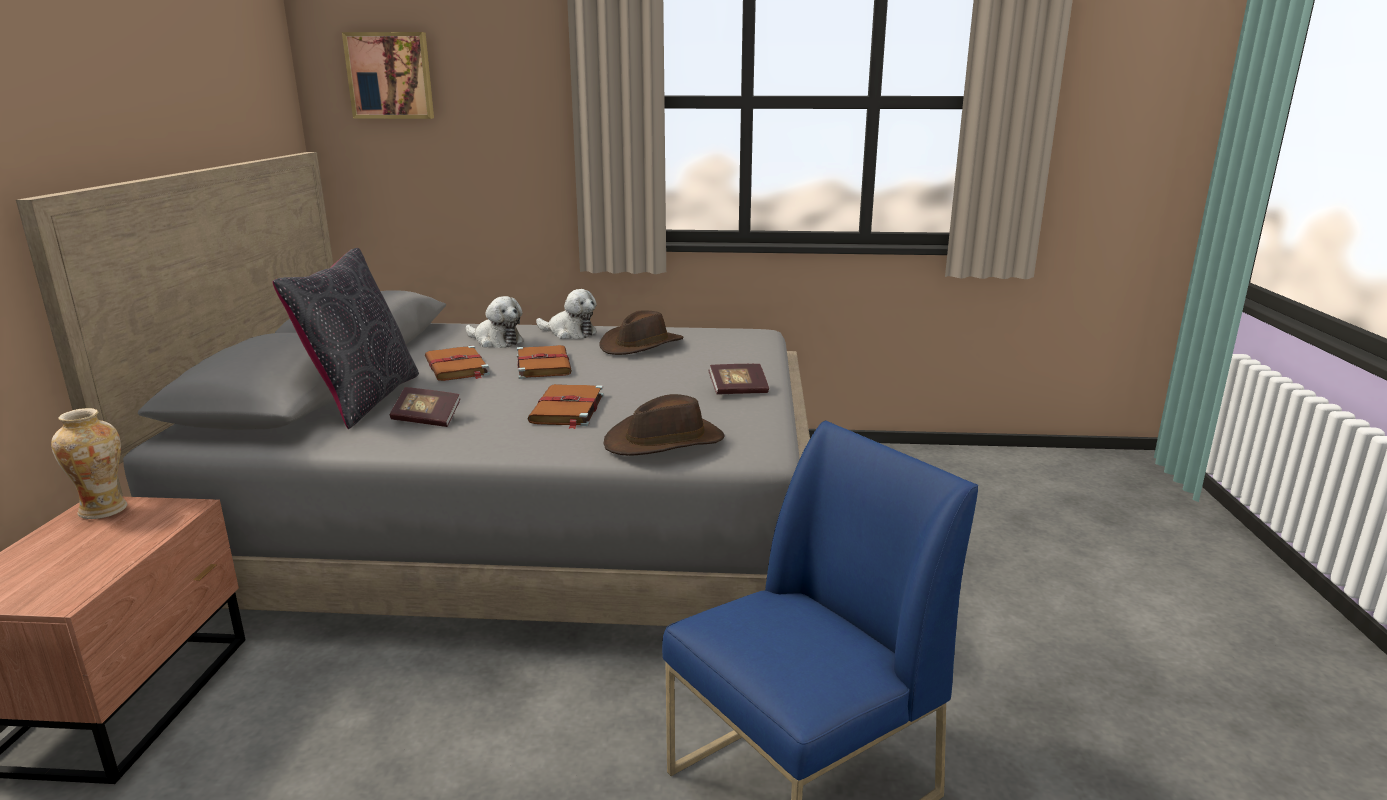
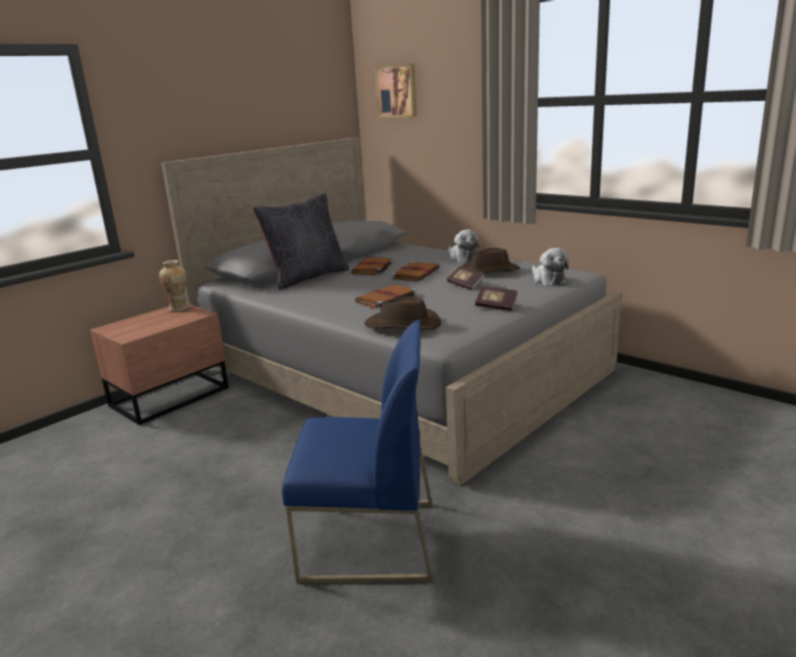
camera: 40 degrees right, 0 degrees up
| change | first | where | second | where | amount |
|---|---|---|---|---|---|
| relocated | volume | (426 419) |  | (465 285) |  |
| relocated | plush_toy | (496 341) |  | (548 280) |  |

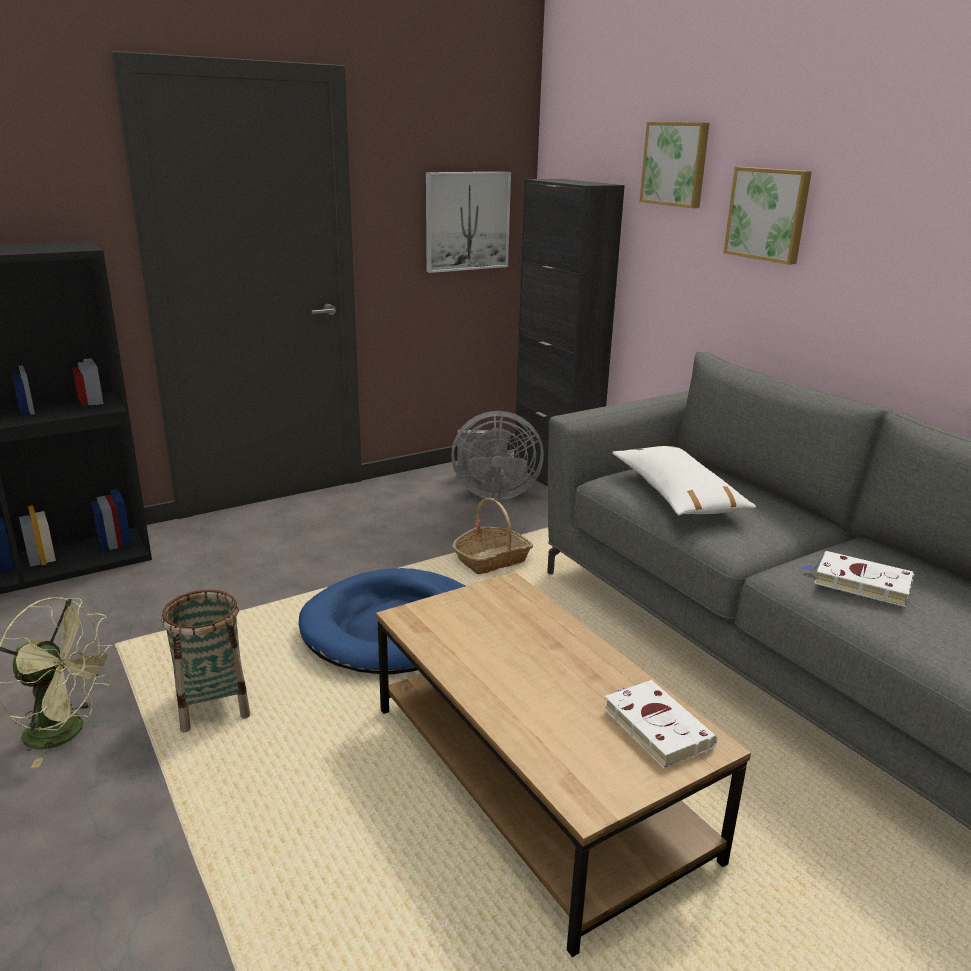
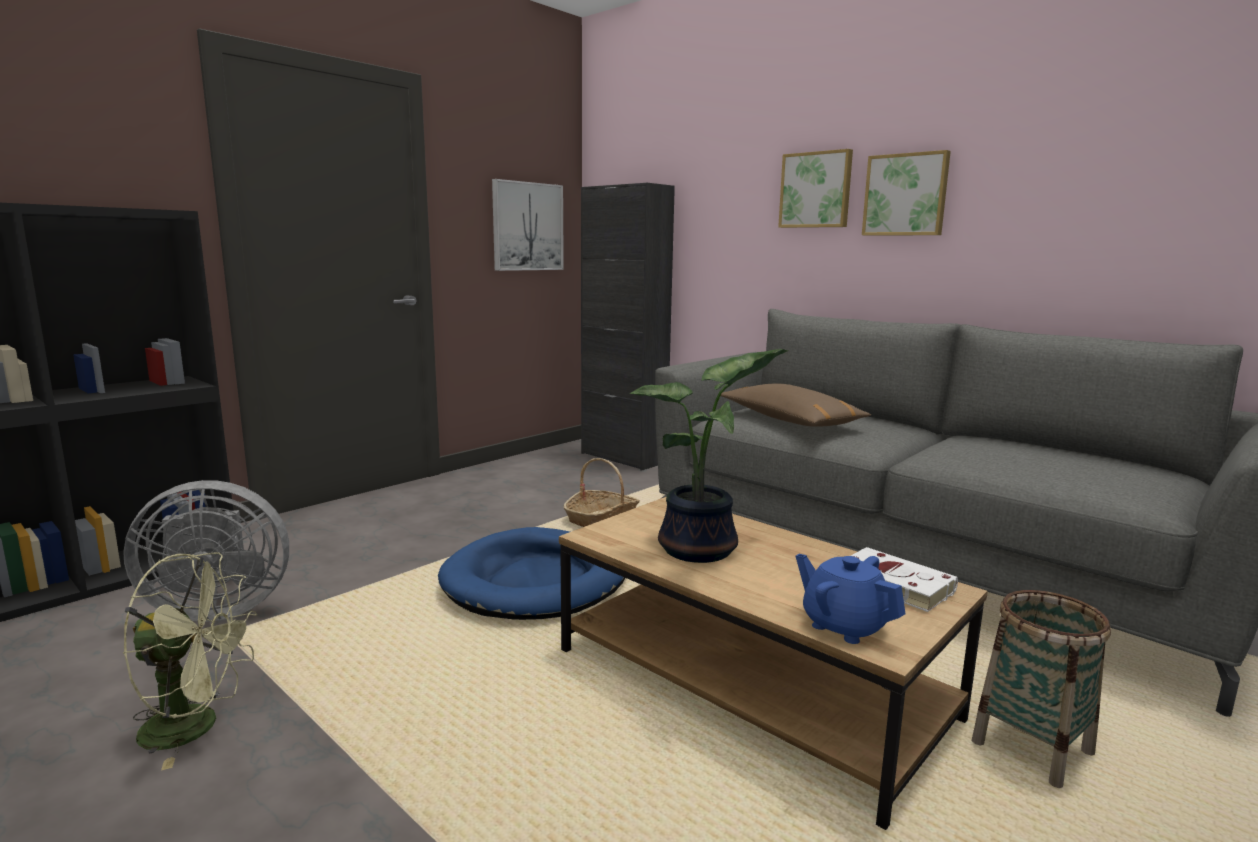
camera: 15 degrees left, 10 degrees down
| change | first | where | second | where | amount |
|---|---|---|---|---|---|
| relocated | gray_fan | (492 493) |  | (217 609) |  |
| appeared |  |  | potted_plant | (702 550) |  |
| colour | whitish_cushion | (676 495) | brown_cushion | (789 420) |  |
| appeared |  |  | blue-coloured_tea_pot | (844 626) |  |
| relocated | wall_picture | (676 164) |  | (906 195) |  |
| relocated | storage_basket | (213 706) |  | (1032 747) |  |
| missing | whitish_volume | (859 583) |  |  |  |

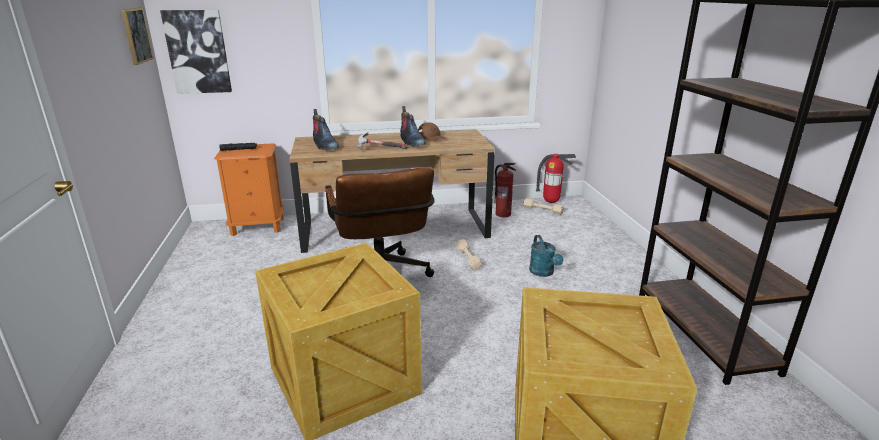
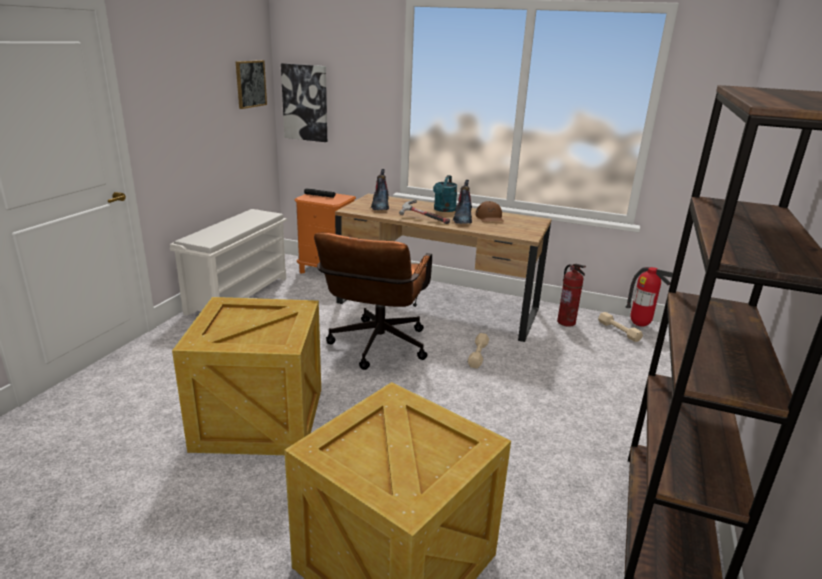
camera: 30 degrees right, 0 degrees up
| change | first | where | second | where | amount |
|---|---|---|---|---|---|
| appeared |  |  | whitish_shoe_rack | (238 294) |  |
| relocated | turquoise_watering_can | (543 273) |  | (443 210) |  |

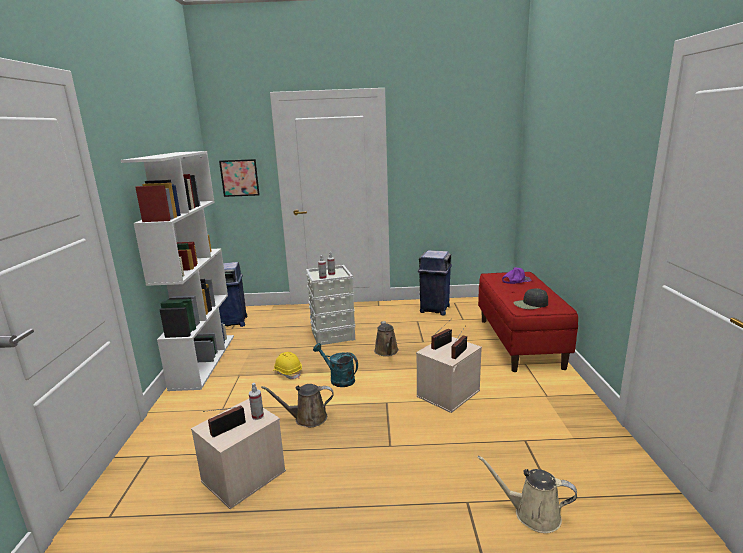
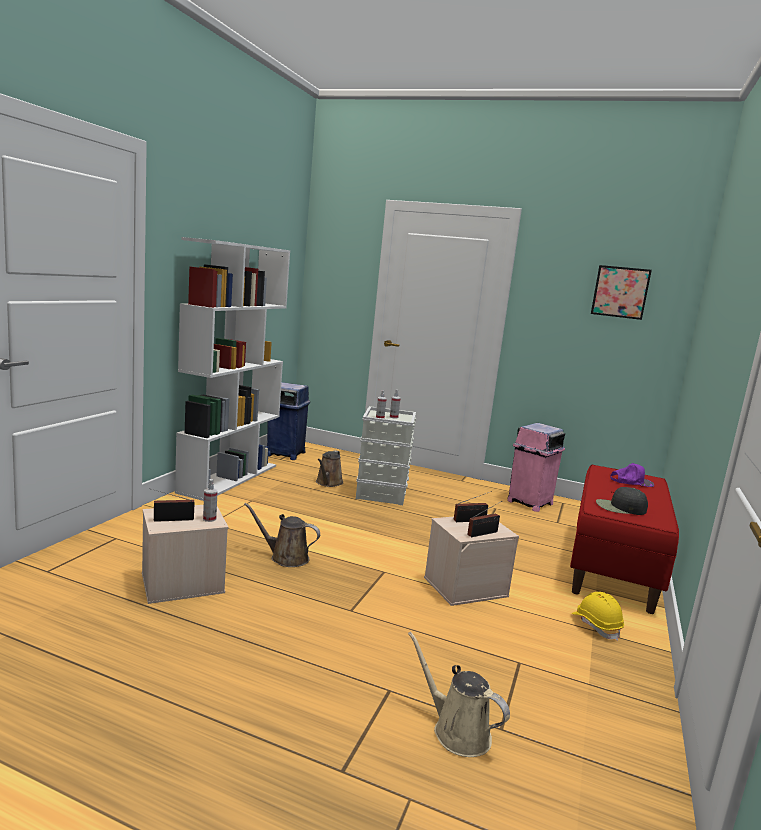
camera: 20 degrees right, 5 degrees down
| change | first | where | second | where | amount |
|---|---|---|---|---|---|
| relocated | brown_watering_can | (387 351) |  | (328 483) |  |
| colour | blue-coloured_waste_bin | (434 309) | pink-coloured_waste_bin | (529 503) |  |
| relocated | yellow-coloured_hard_hat | (287 372) |  | (596 625) |  |
| relocated | wall_picture | (239 178) |  | (620 292) |  |
| missing | turquoise_watering_can | (338 379) |  |  |  |

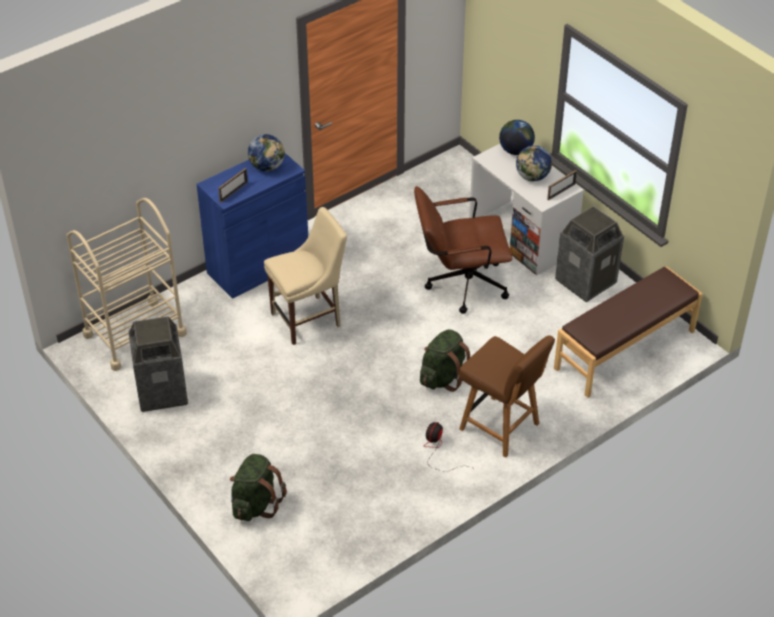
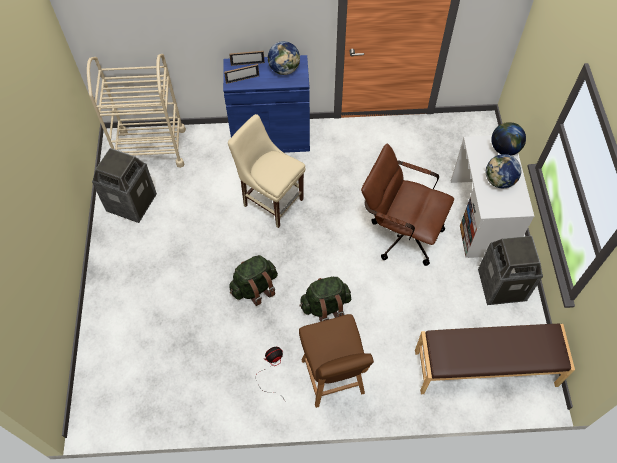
camera: 35 degrees right, 15 degrees up
| change | first | where | second | where | amount |
|---|---|---|---|---|---|
| spun | beige_upright_chair | (309 319) |  | (271 200) | 150 degrees counterclockwise |
| relocated | standing_frame | (561 192) |  | (247 63) |  |
| relocated | green_rucksack | (256 504) |  | (255 287) |  |

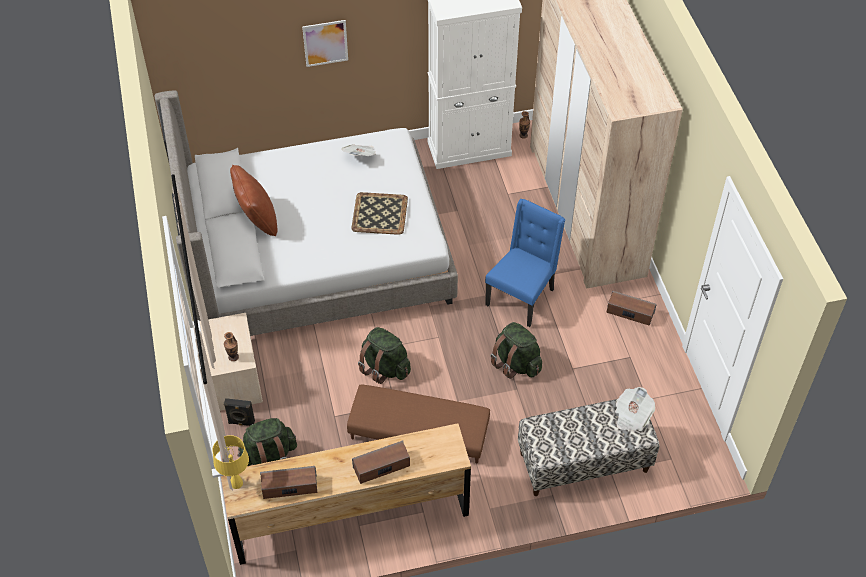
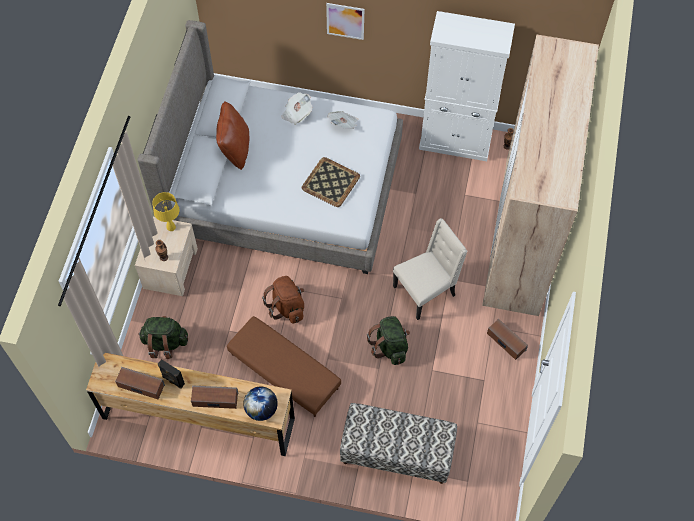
camera: 25 degrees right, 10 degrees up
| change | first | where | second | where | amount |
|---|---|---|---|---|---|
| relocated | yellow-coloured_table_lamp | (237 483) |  | (171 227) |  |
| relocated | black_audio_speaker | (241 423) |  | (173 381) |  |
| appeared |  |  | globe | (261 409) |  |
| colour | green_rucksack | (384 367) | brown_rucksack | (287 306) |  |
| relocated | daily_paper | (631 416) |  | (296 113) |  |
| colour | blue-coloured_upright_chair | (521 297) | beige_upright_chair | (425 291) |  |

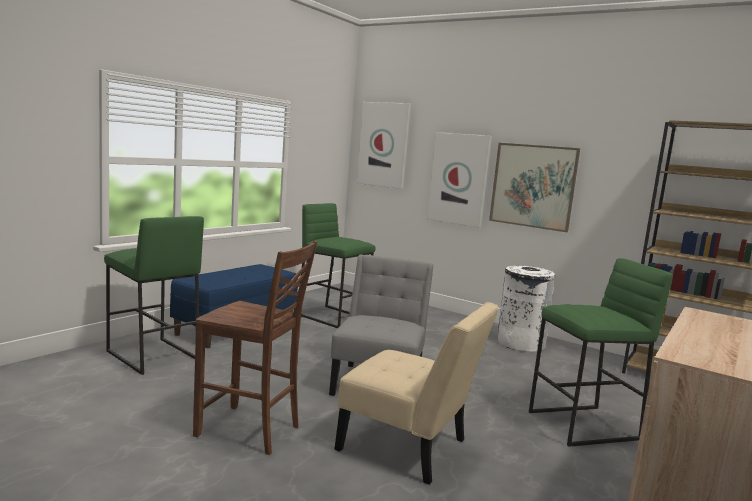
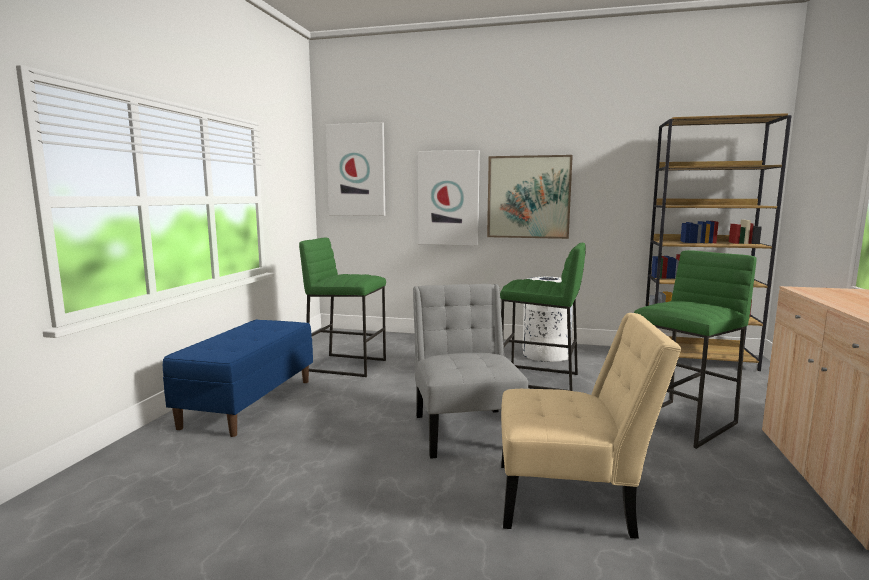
camera: 20 degrees left, 0 degrees up
| change | first | where | second | where | amount |
|---|---|---|---|---|---|
| relocated | green_sitting_stool | (151 355) |  | (539 379) |  |
| missing | brown_upright_chair | (250 431) |  |  |  |

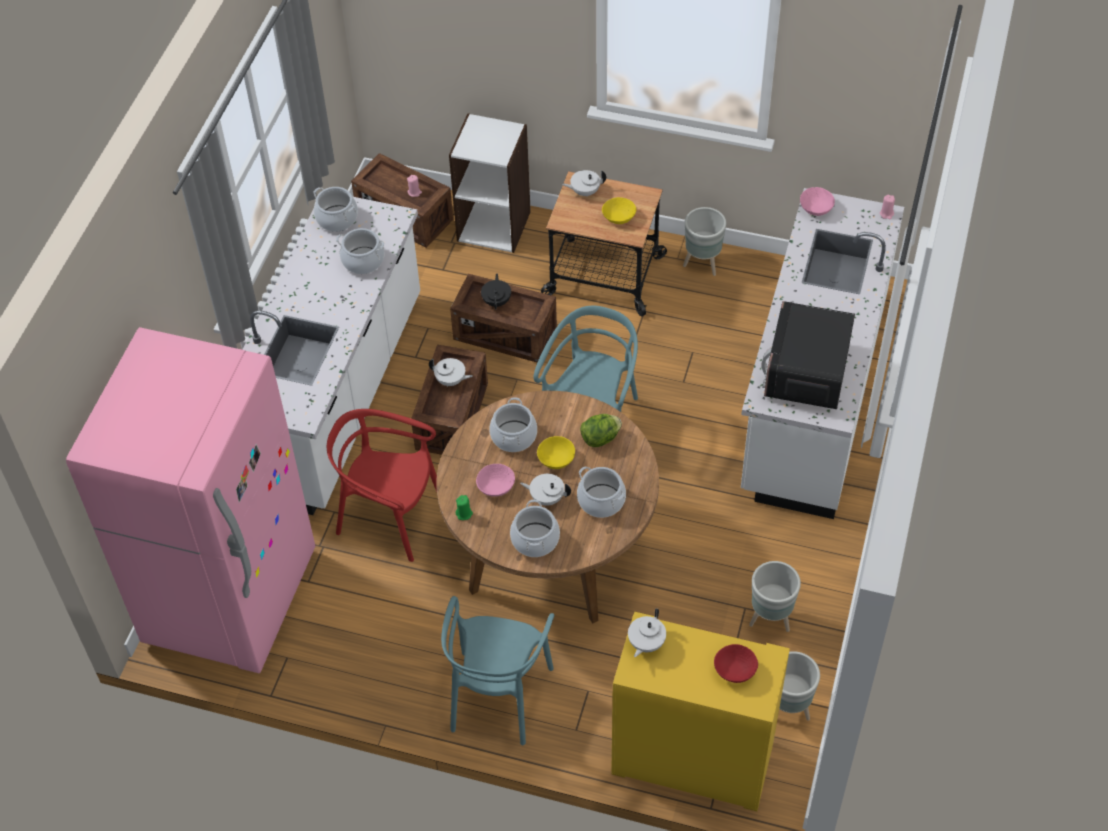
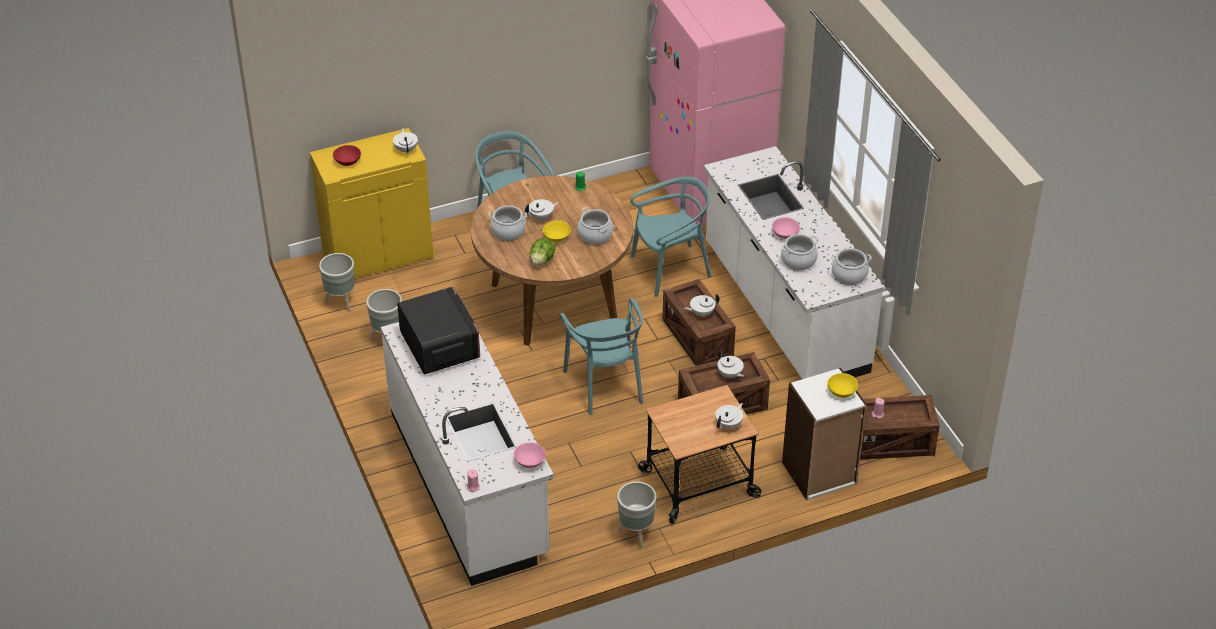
camera: 140 degrees right, 10 degrees down
| change | first | where | second | where | amount |
|---|---|---|---|---|---|
| colour | reddish_upright_chair | (389 516) | turquoise_upright_chair | (670 269) |  |
| colour | black_tea_pot | (497 301) | whitish_tea_pot | (730 375) |  |
| relocated | pink-coloured_serving_bowl | (496 487) |  | (784 234) |  |
| relocated | yellow-coloured_serving_bowl | (619 218) |  | (841 391) |  |
| missing | saucepot | (535 540) |  |  |  |

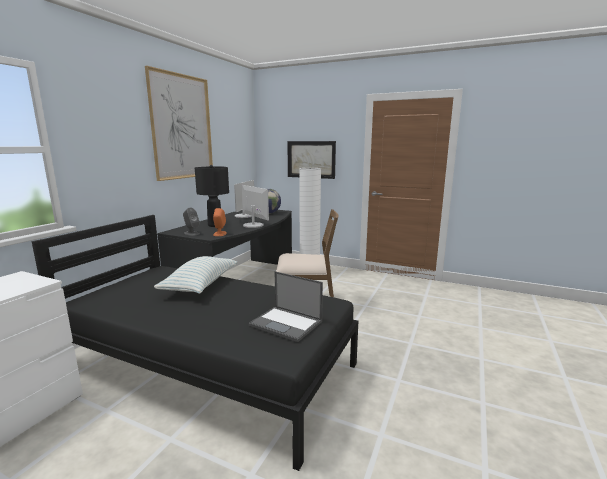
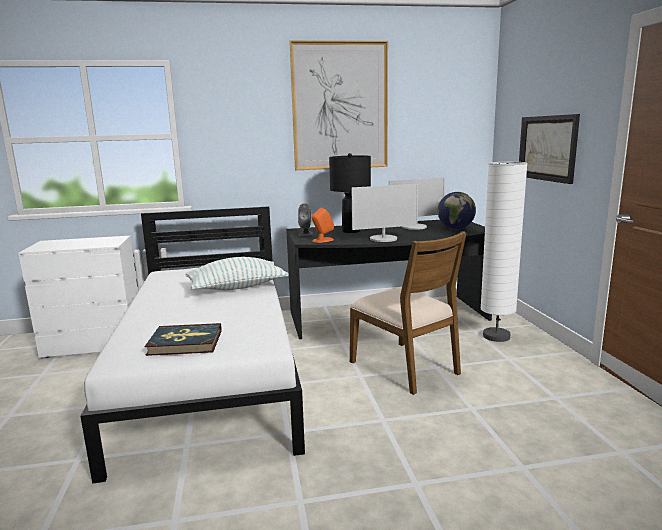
camera: 55 degrees right, 0 degrees up
| change | first | where | second | where | amount |
|---|---|---|---|---|---|
| colour | black_bed | (209 366) | whitish_bed | (212 375) |  |
| exchanged | laptop | (287 323) | volume | (185 342) |  |
| spun | computer_screen | (253 225) |  | (383 239) | 60 degrees clockwise |

